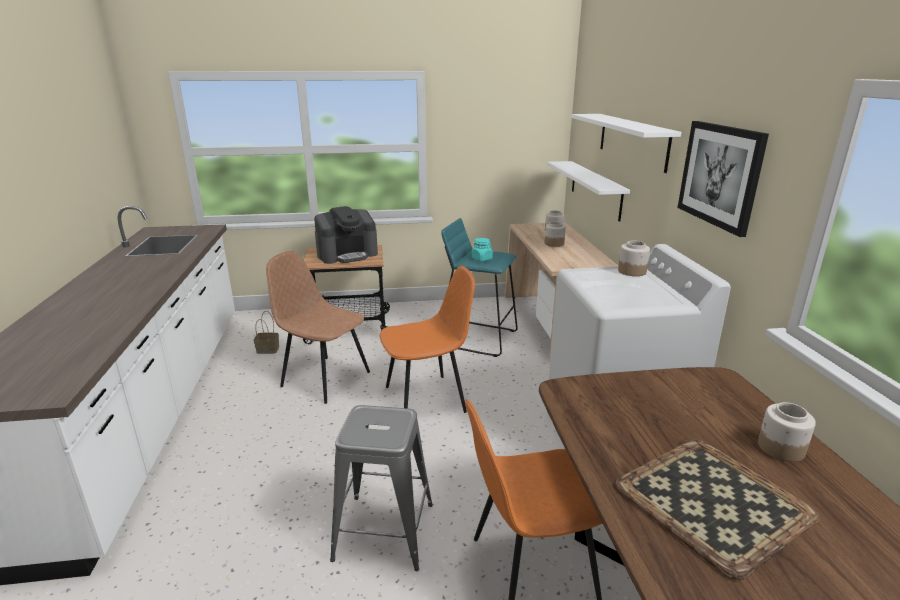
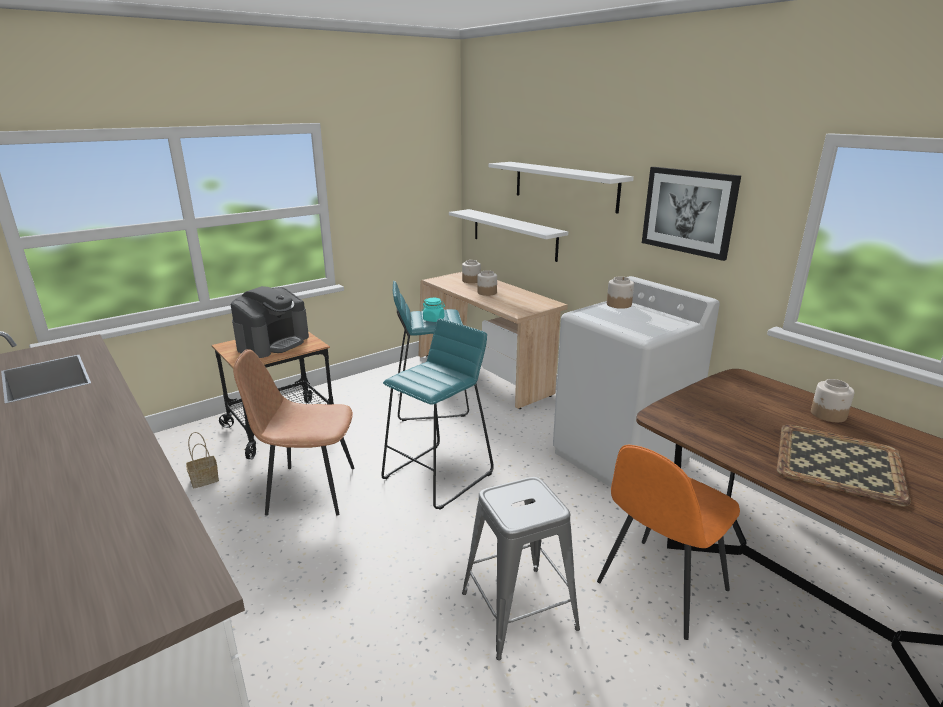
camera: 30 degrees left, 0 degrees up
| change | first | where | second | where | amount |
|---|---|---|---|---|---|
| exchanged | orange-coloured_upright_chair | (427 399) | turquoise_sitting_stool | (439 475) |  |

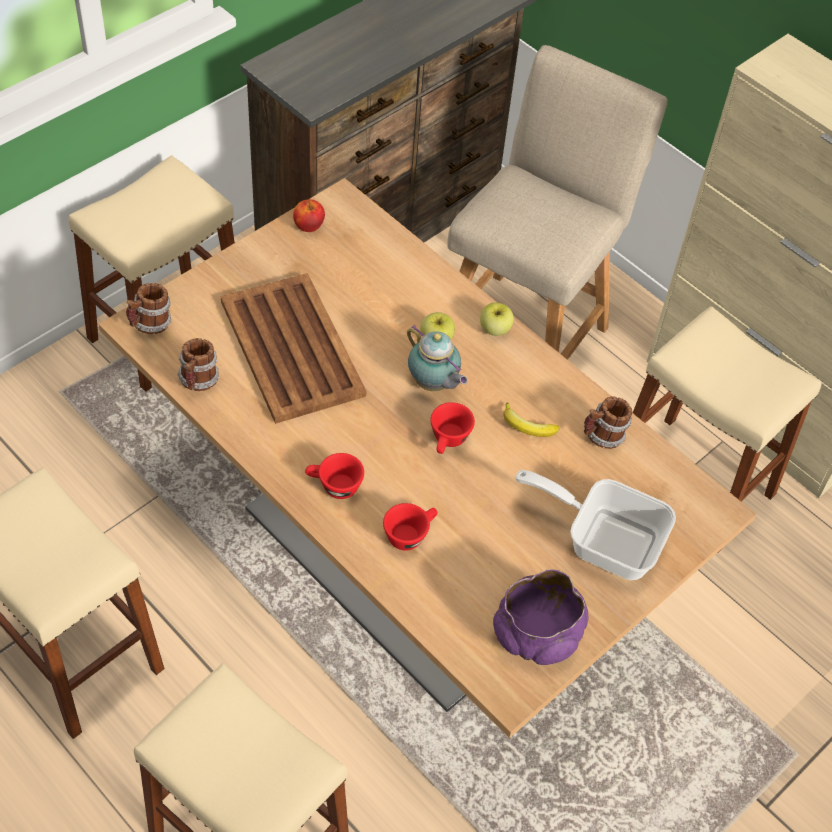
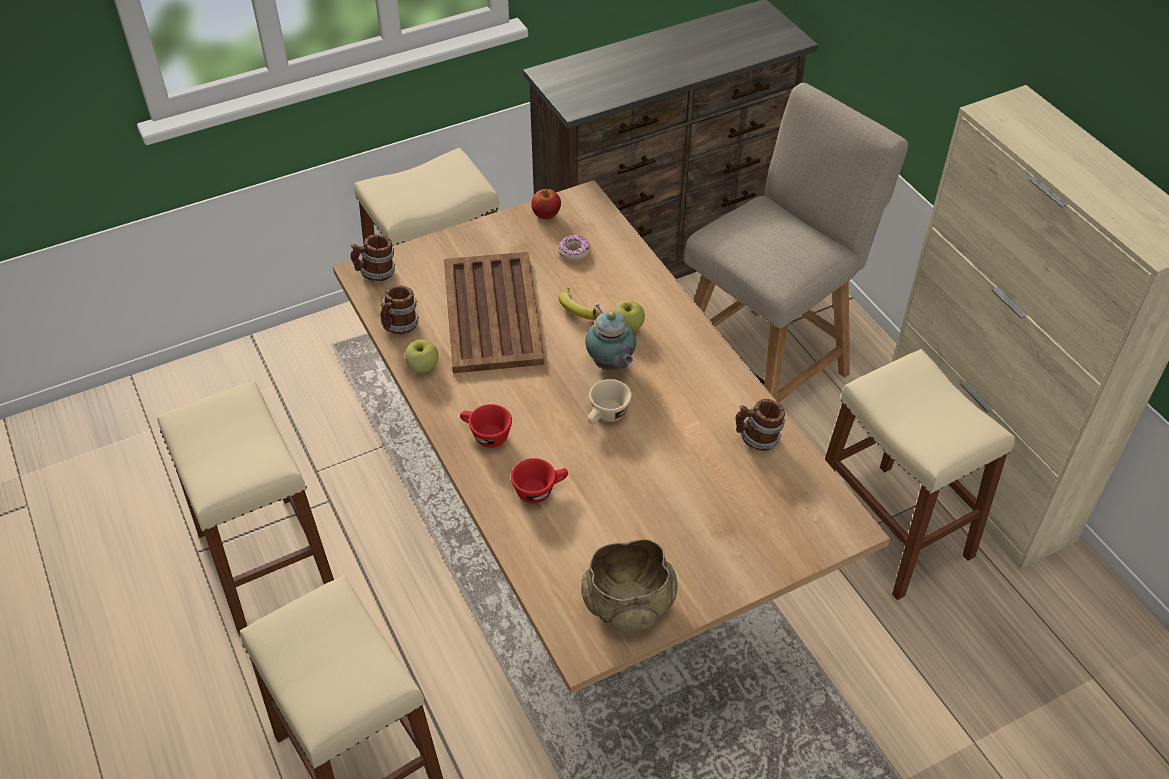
camera: 20 degrees right, 5 degrees down
| change | first | where | second | where | amount |
|---|---|---|---|---|---|
| relocated | apple_fruit | (494 329) |  | (423 367) |  |
| appeared |  |  | donut | (574 252) |  |
| relocated | banana | (527 426) |  | (578 310) |  |
| colour | purplish_serving_bowl | (536 633) | beige_serving_bowl | (628 603) |  |
| colour | reddish_cup | (448 441) | beige_cup | (606 416) |  |
| missing | skillet | (603 539) |  |  |  |

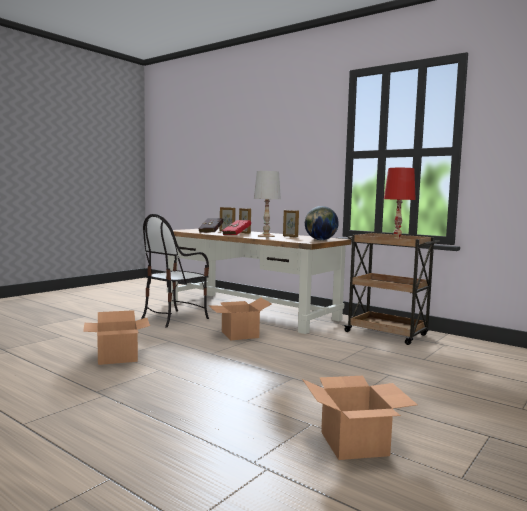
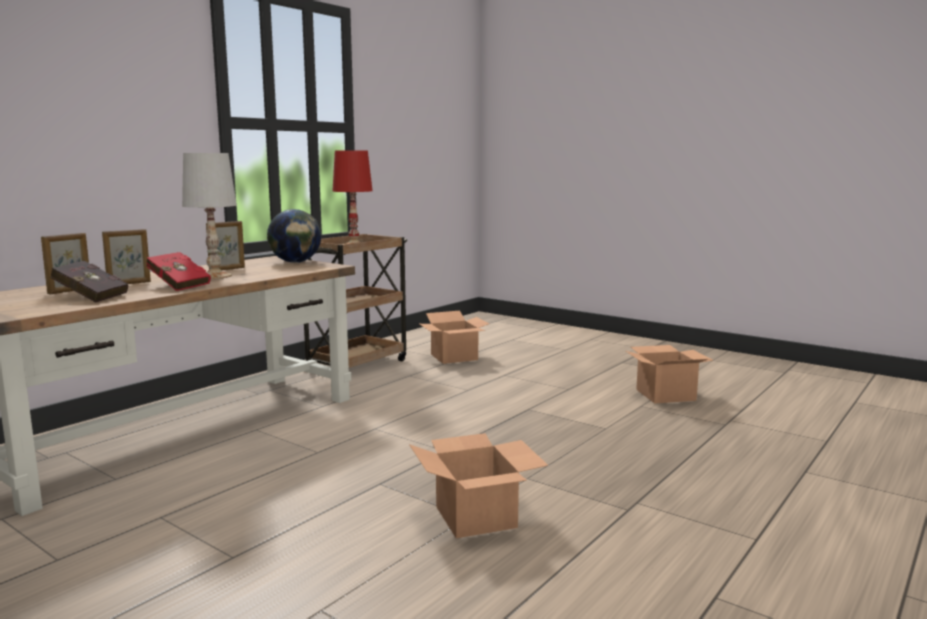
camera: 90 degrees left, 5 degrees up
| change | first | where | second | where | amount |
|---|---|---|---|---|---|
| relocated | cardboard_box | (240 335) |  | (454 357) |  |
| missing | upright_chair | (174 318) |  |  |  |

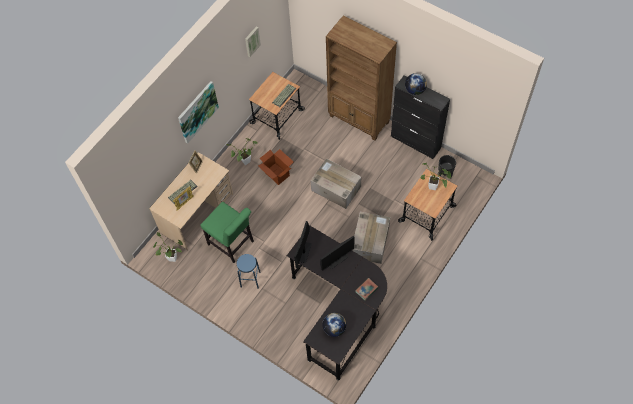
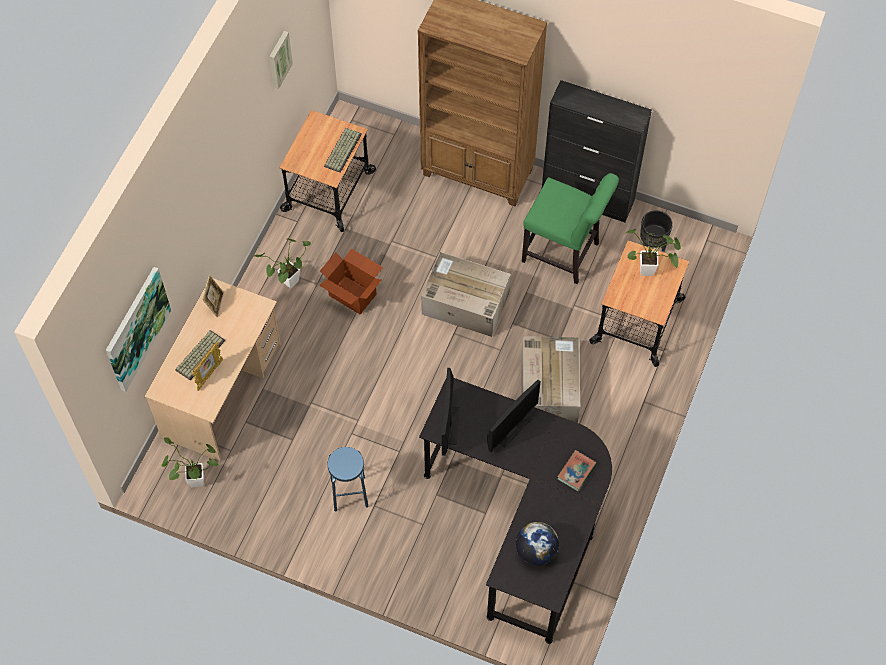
camera: 15 degrees left, 0 degrees up
| change | first | where | second | where | amount |
|---|---|---|---|---|---|
| relocated | wall_picture | (197 111) |  | (136 328) |  |
| relocated | green_upright_chair | (232 244) |  | (564 254) |  |
| missing | globe | (415 90) |  |  |  |

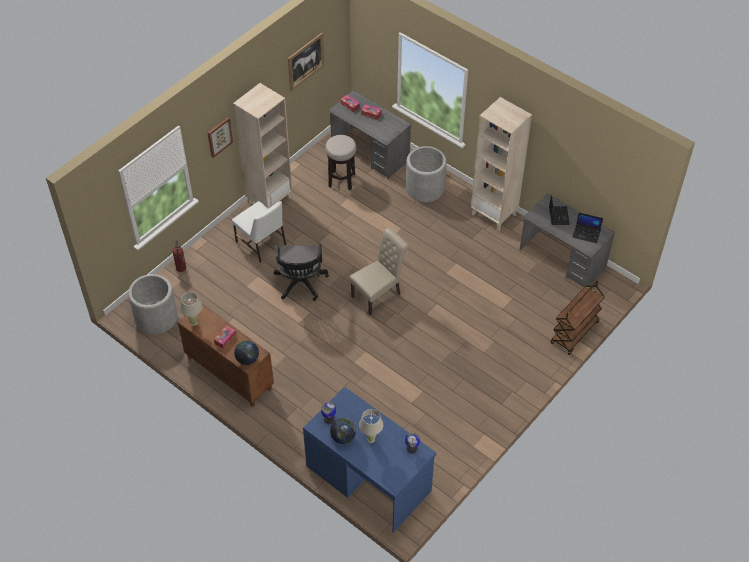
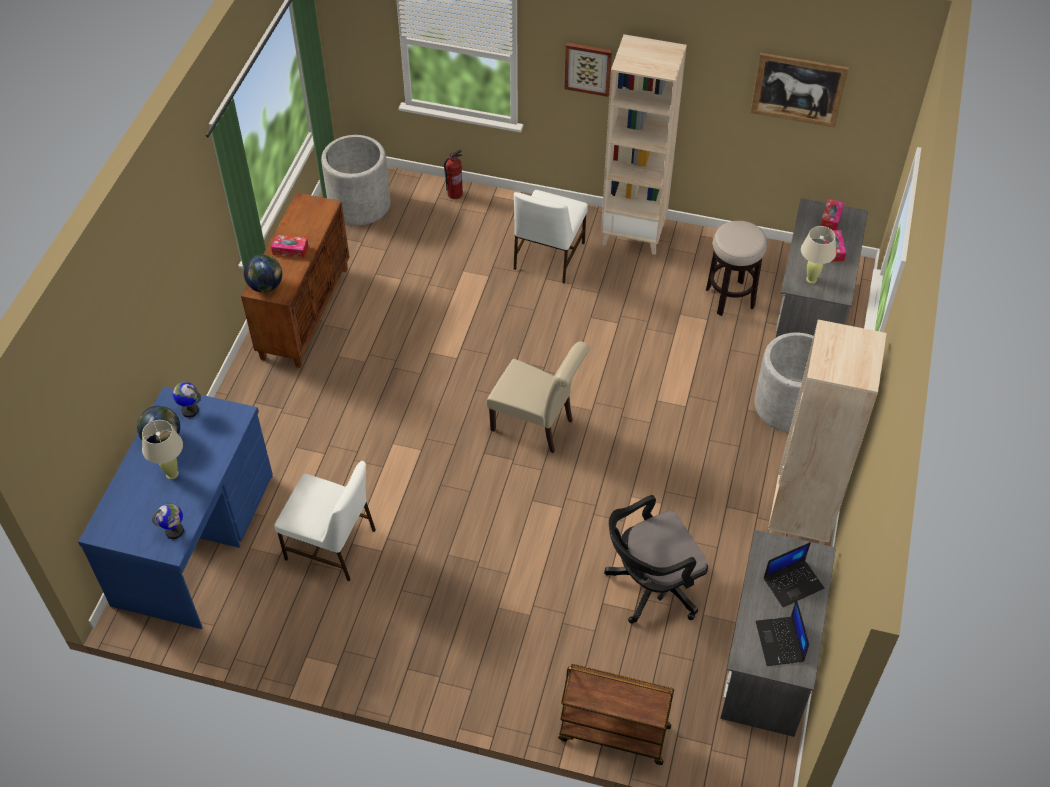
camera: 65 degrees right, 0 degrees up
| change | first | where | second | where | amount |
|---|---|---|---|---|---|
| appeared |  |  | whitish_upright_chair | (332 546) |  |
| relocated | black_desk_chair | (300 284) |  | (650 586) |  |
| relocated | beige_table_lamp | (194 323) |  | (811 279) |  |

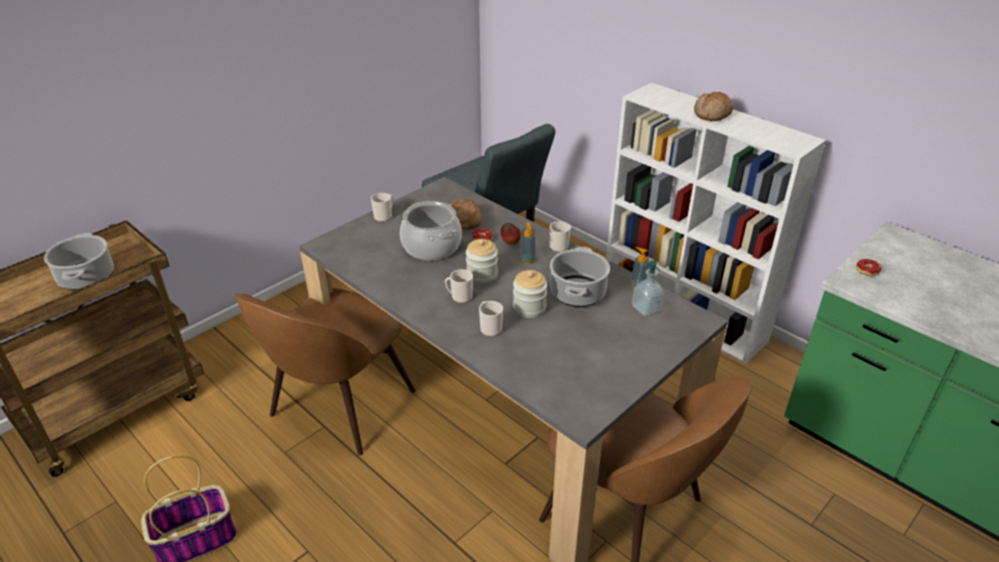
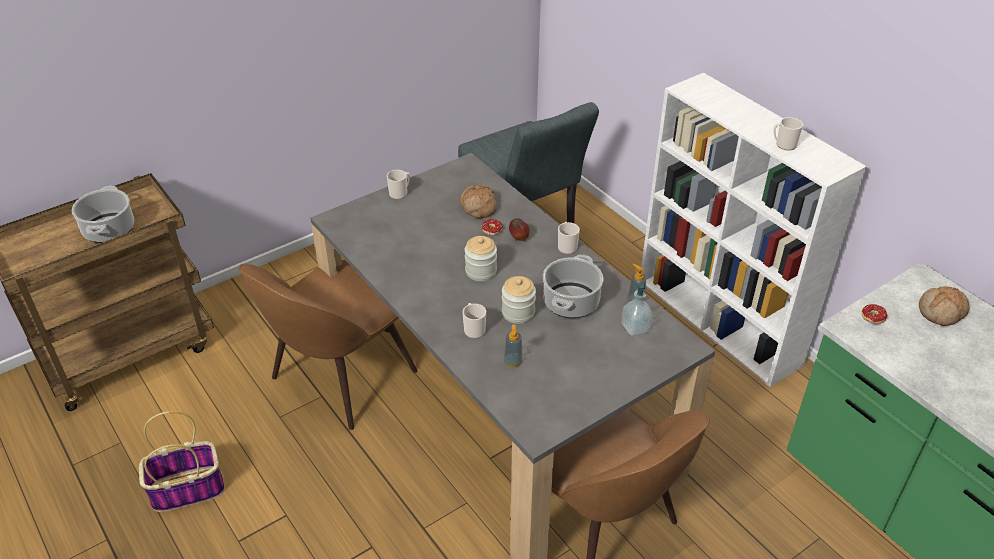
camera: 10 degrees right, 5 degrees up
| change | first | where | second | where | amount |
|---|---|---|---|---|---|
| relocated | soap_bottle | (527 260) |  | (513 362) |  |
| relocated | mug | (459 297) |  | (783 144) |  |
| relocated | bakery_bread | (712 114) |  | (942 312) |  |
| missing | saucepot | (432 246) |  |  |  |

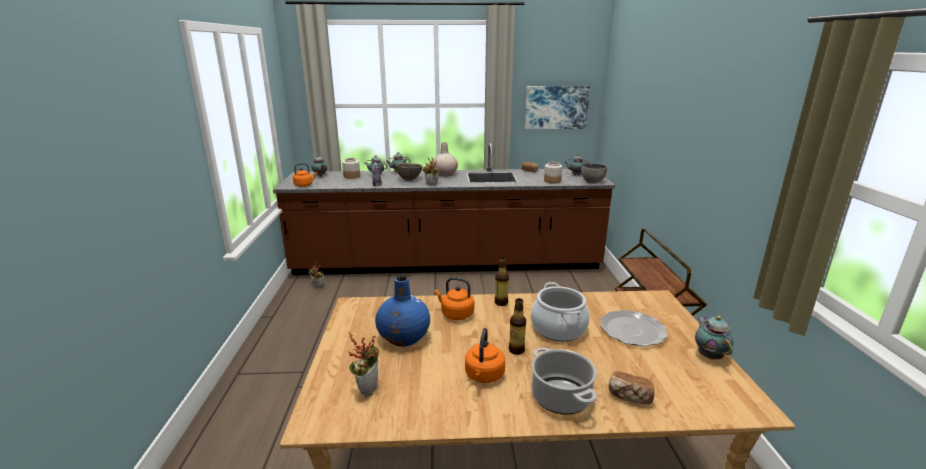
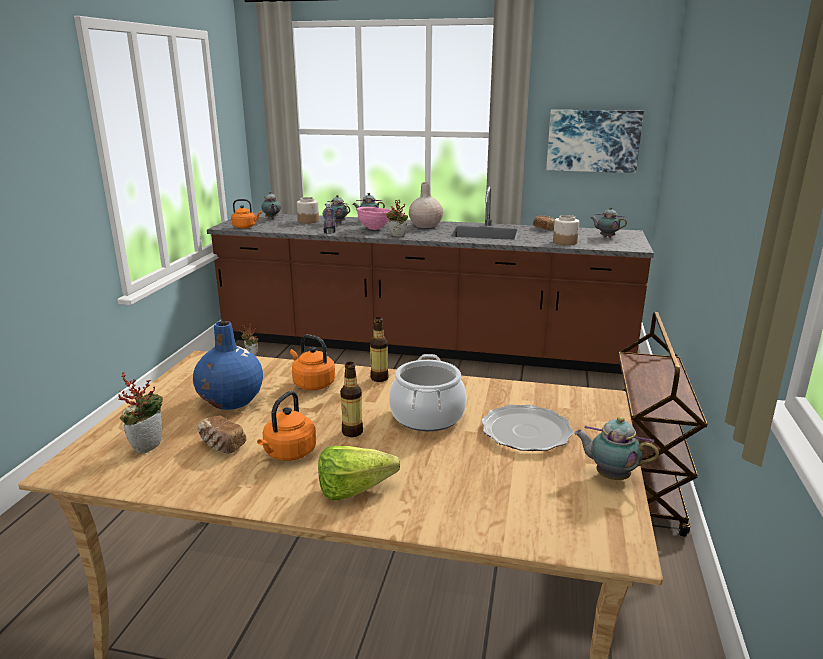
camera: 15 degrees right, 0 degrees up
| change | first | where | second | where | amount |
|---|---|---|---|---|---|
| relocated | bakery_bread | (629 397) |  | (221 445) |  |
| exchanged | saucepot | (560 397) | lettuce_head | (361 490) |  |
| colour | brown_serving_bowl | (409 180) | pink-coloured_serving_bowl | (374 229) |  |
| spun | tea_pot | (709 355) |  | (610 476) | 75 degrees counterclockwise |
| missing | gray_serving_bowl | (592 182) |  |  |  |

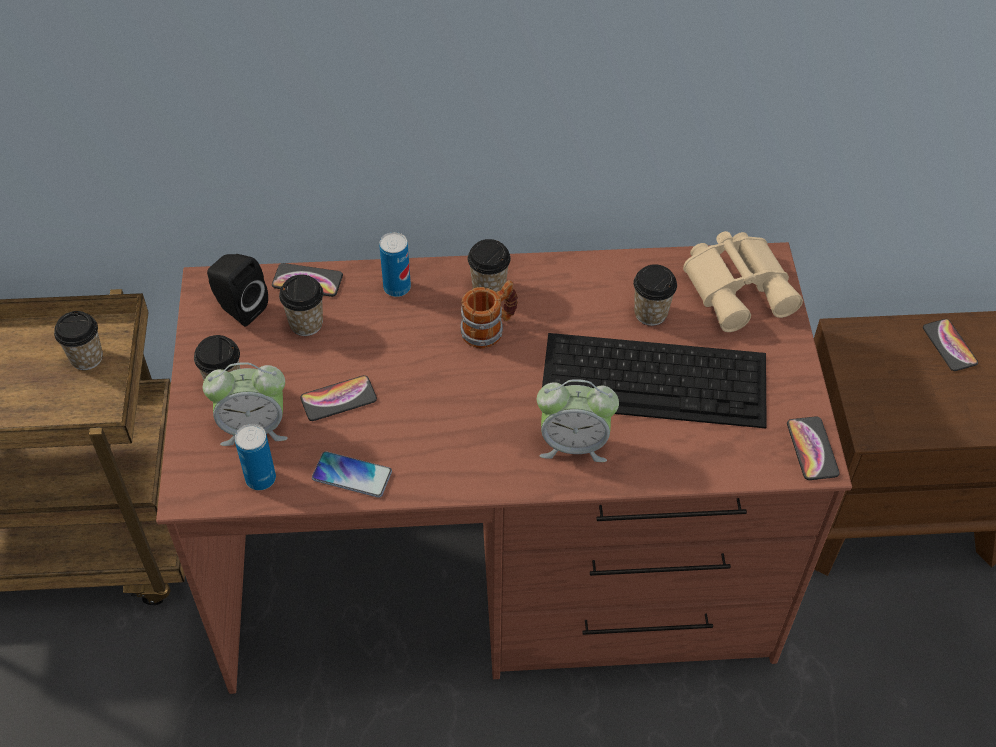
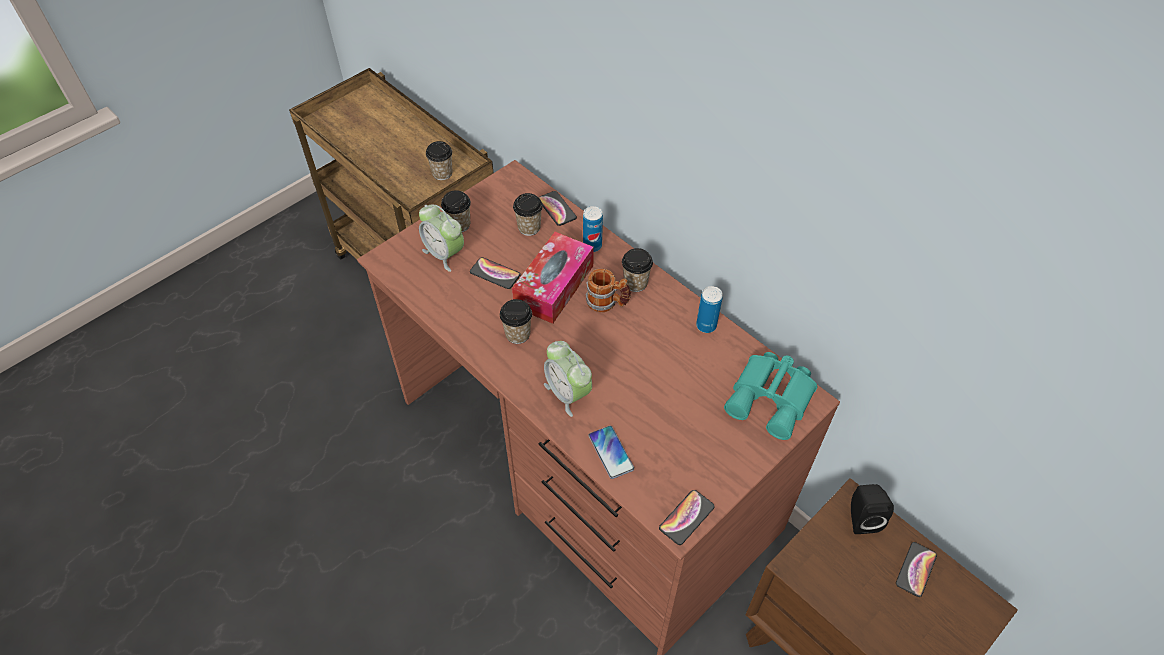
camera: 50 degrees right, 0 degrees up
| change | first | where | second | where | amount |
|---|---|---|---|---|---|
| relocated | cup | (650 313) |  | (517 334) |  |
| appeared |  |  | tissue_holder | (554 286) |  |
| relocated | phone | (352 475) |  | (611 452) |  |
| relocated | metal_can | (260 478) |  | (706 325) |  |
| colour | beige_binoculars | (739 286) | turquoise_binoculars | (772 398) |  |
| relocated | black_audio_speaker | (239 308) |  | (861 517) |  |
| missing | keyboard | (656 379) |  |  |  |

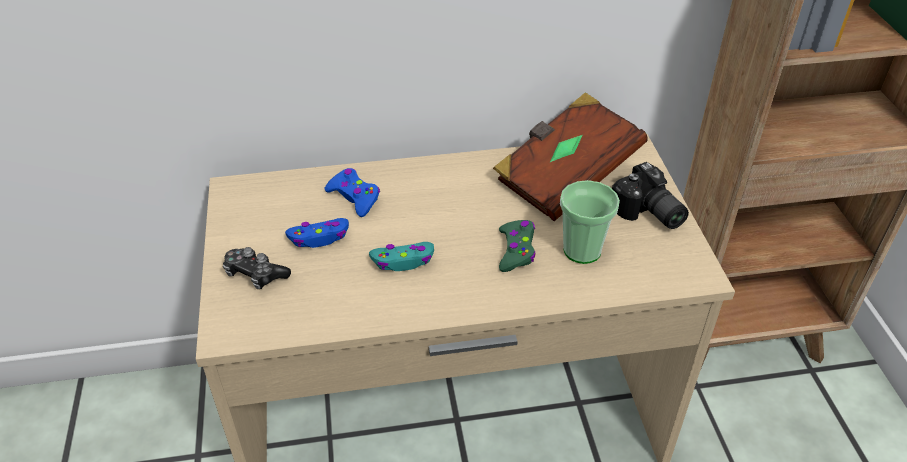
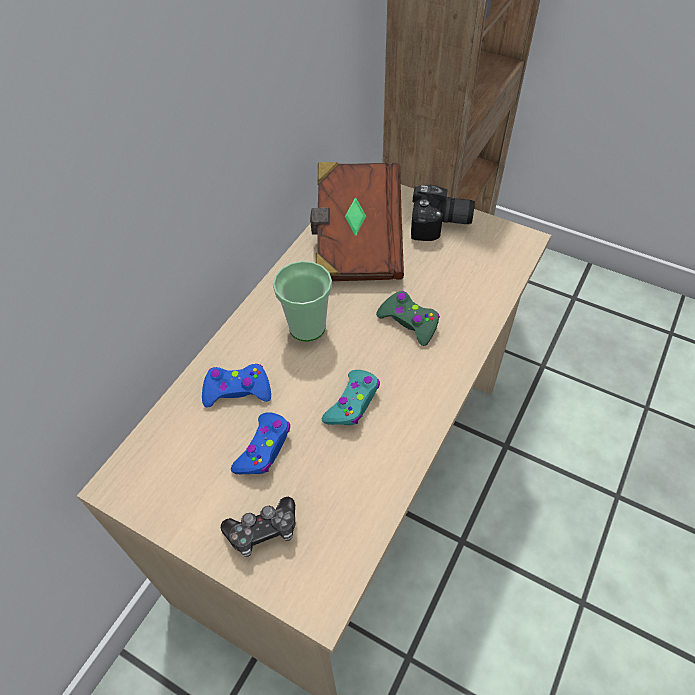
camera: 50 degrees left, 10 degrees up
| change | first | where | second | where | amount |
|---|---|---|---|---|---|
| relocated | cup | (582 250) |  | (307 327) |  |

